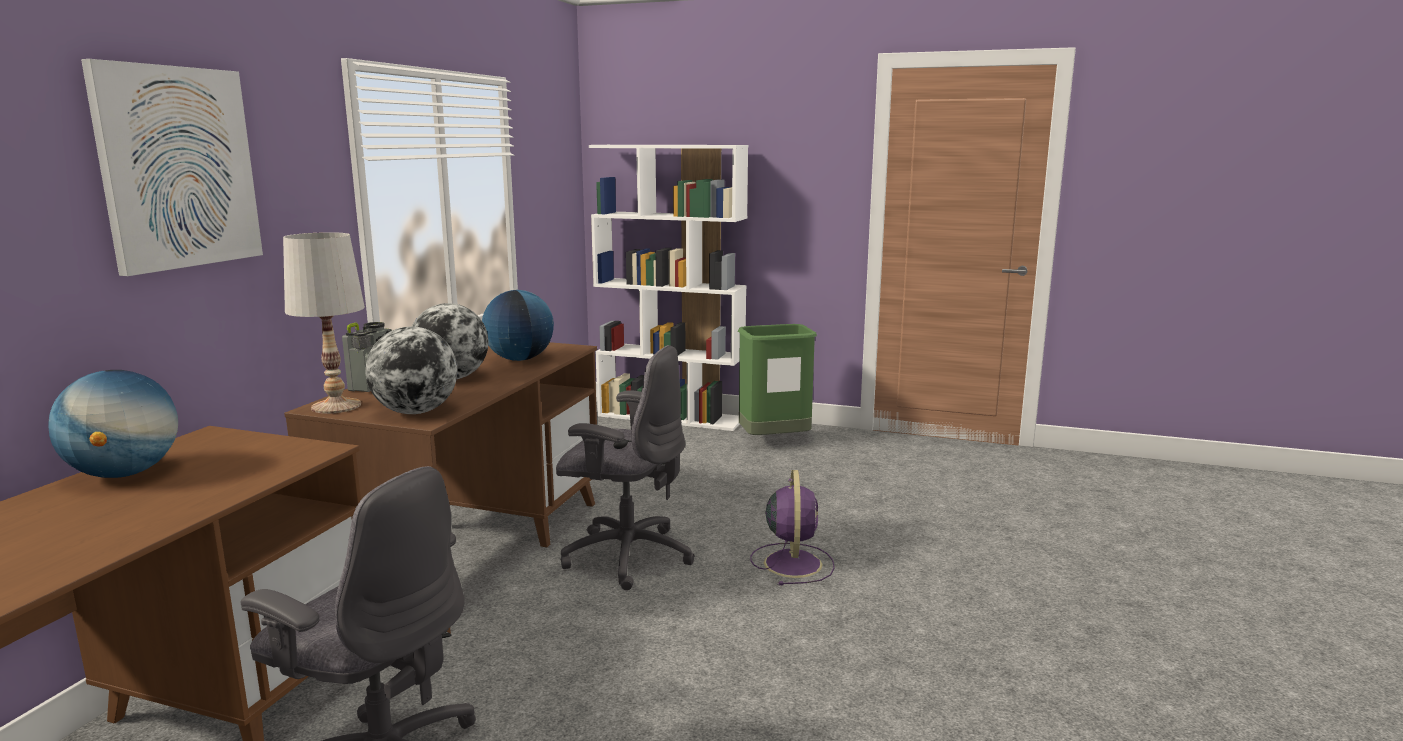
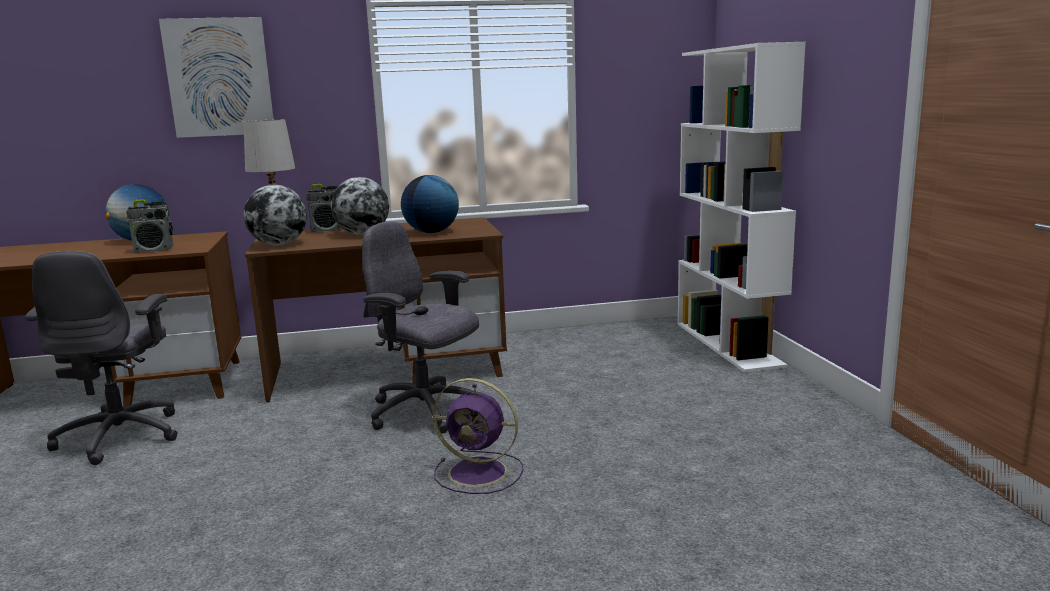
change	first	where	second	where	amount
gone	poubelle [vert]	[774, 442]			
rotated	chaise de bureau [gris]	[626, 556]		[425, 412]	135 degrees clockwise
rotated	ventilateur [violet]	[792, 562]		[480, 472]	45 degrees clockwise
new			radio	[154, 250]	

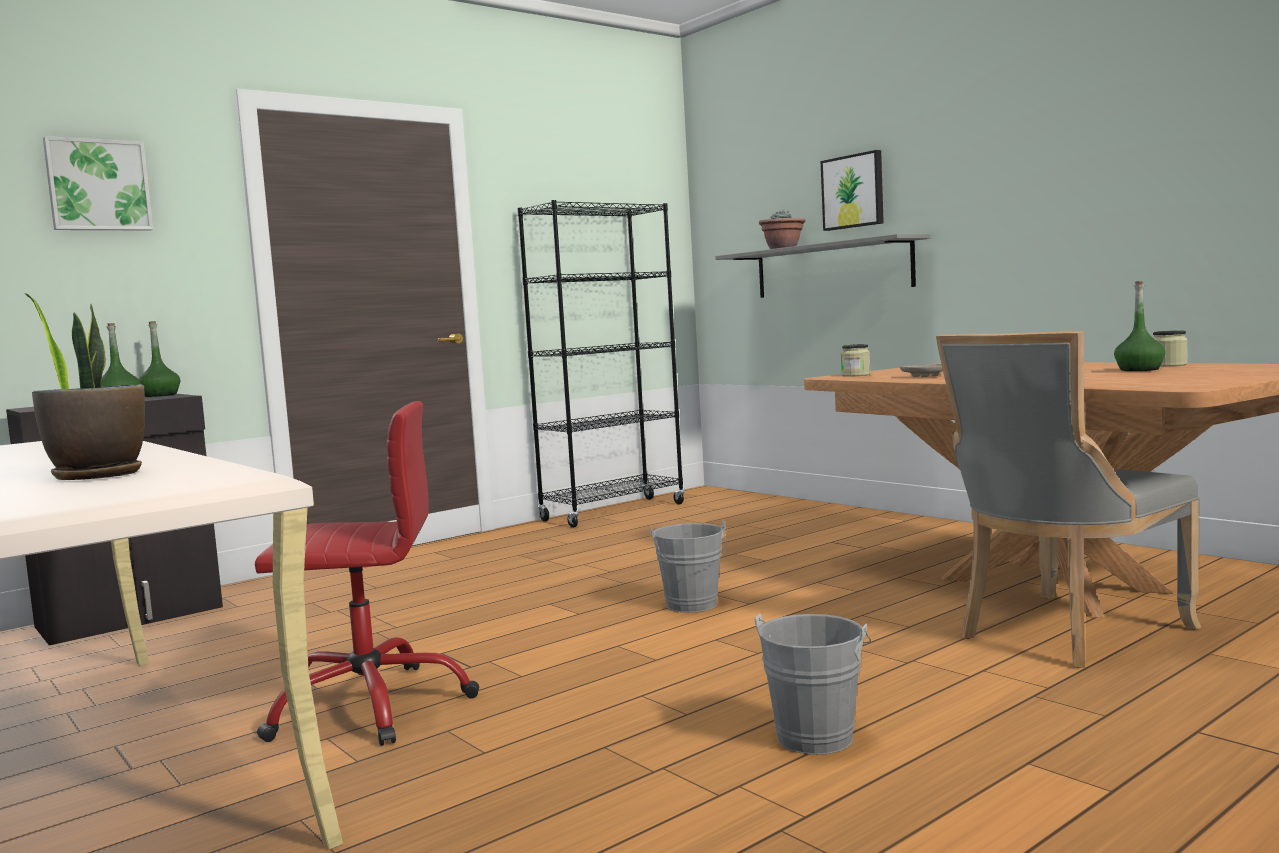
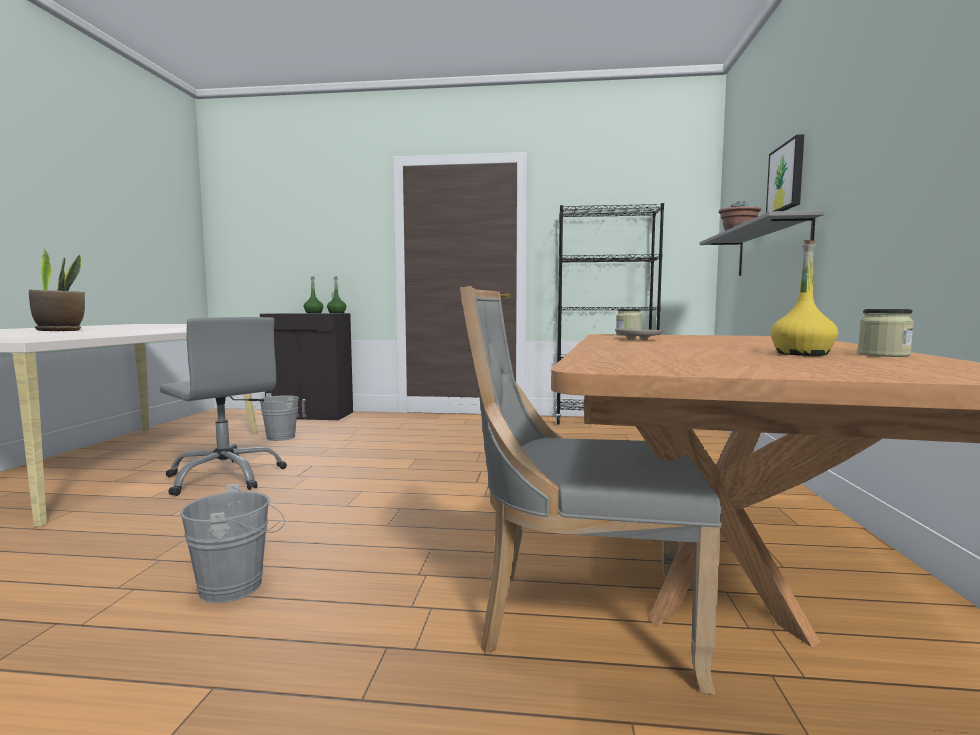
change	first	where	second	where	amount
gone	tableau	[98, 185]			
repainted	bouteille [vert]	[1139, 370]	bouteille [jaune]	[802, 354]	
repainted	chaise de bureau [rouge]	[369, 705]	chaise de bureau [gris]	[225, 477]	
shifted	seau [gris]	[692, 606]		[278, 438]	

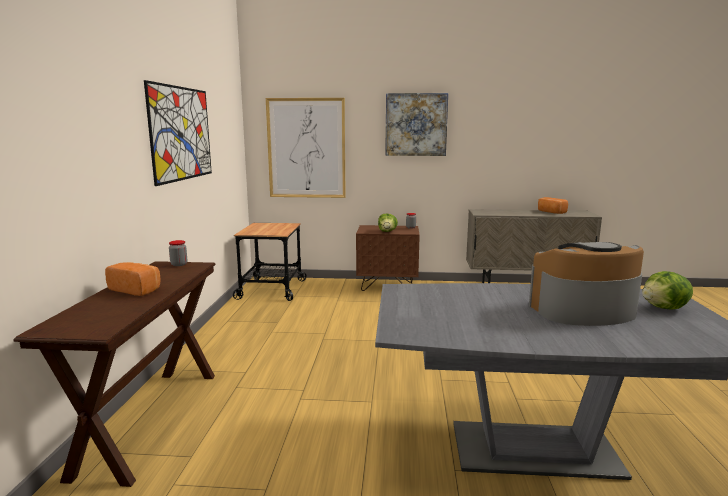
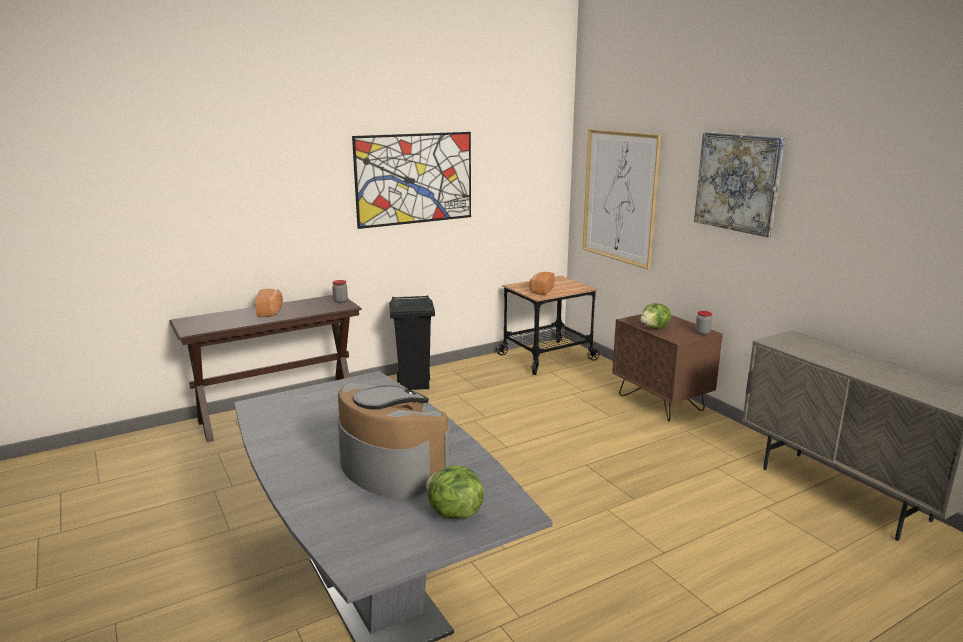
change	first	where	second	where	amount
shifted	pain	[550, 212]		[540, 290]	
new			poubelle [noir]	[414, 384]	

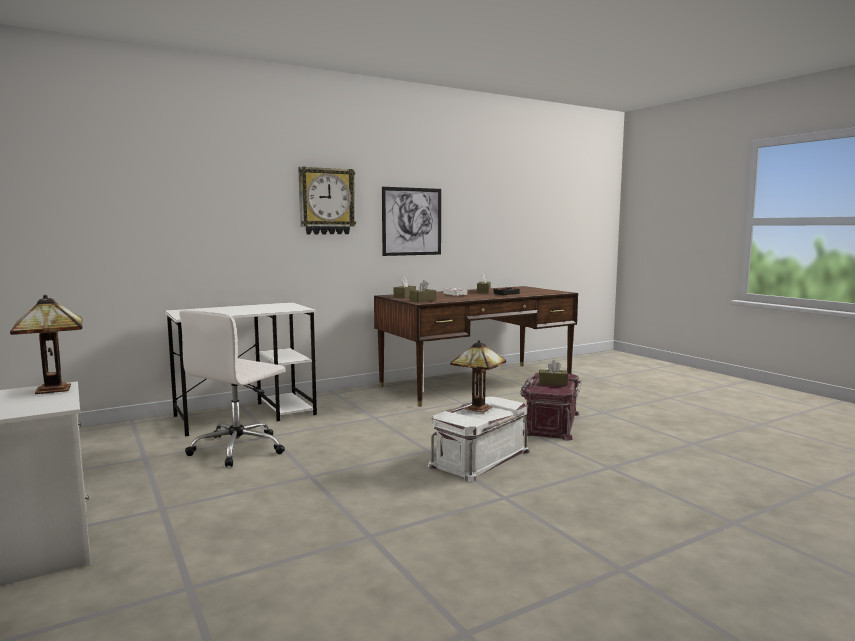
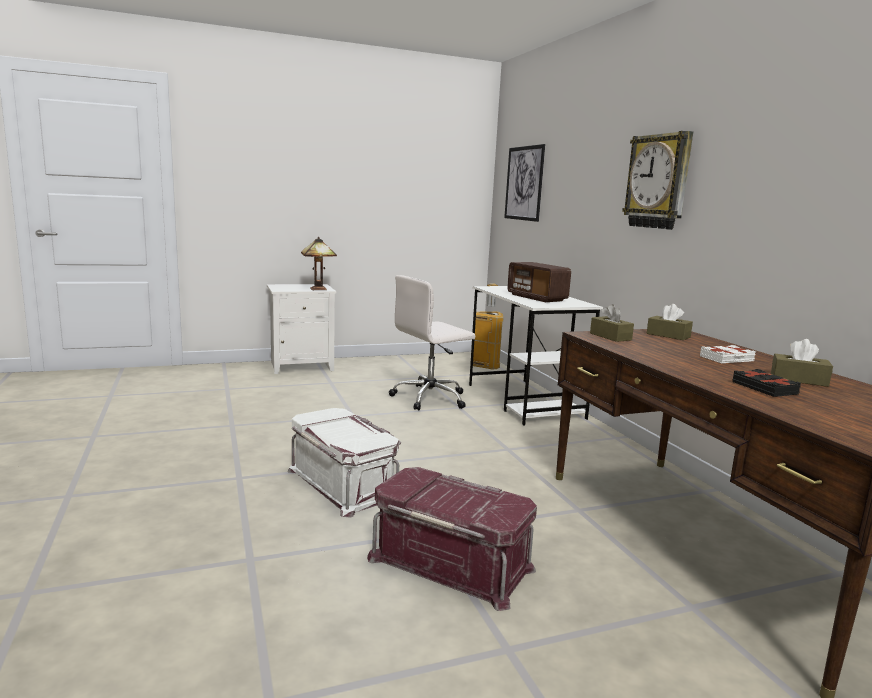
change	first	where	second	where	amount
shifted	tableau	[412, 221]		[524, 183]	
rotated	chaise de bureau [blanc]	[239, 448]		[431, 398]	75 degrees counterclockwise
gone	lampe de table	[476, 408]			
gone	boîte à mouchoirs [marron]	[553, 383]			
new			radio	[537, 297]	
new			poubelle	[485, 366]	

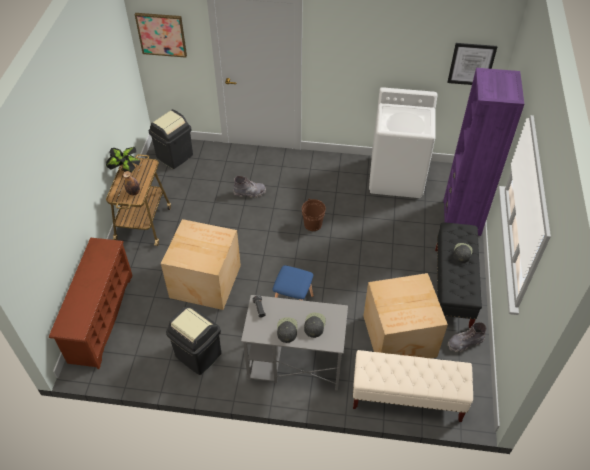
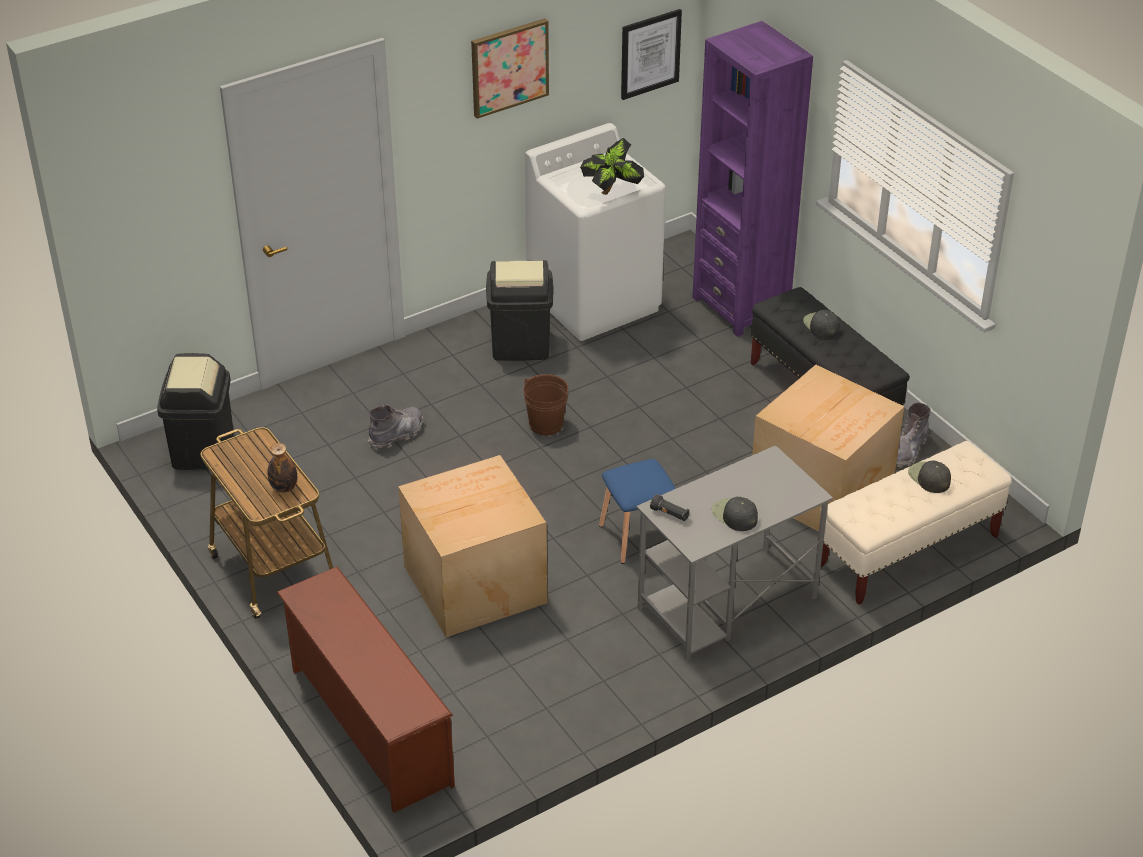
change	first	where	second	where	amount
shifted	tableau	[161, 34]		[509, 67]	
shifted	plante en pot	[126, 171]		[612, 192]	
shifted	poubelle [noir]	[198, 355]		[520, 345]	
shifted	casquette [noir]	[314, 325]		[929, 477]	

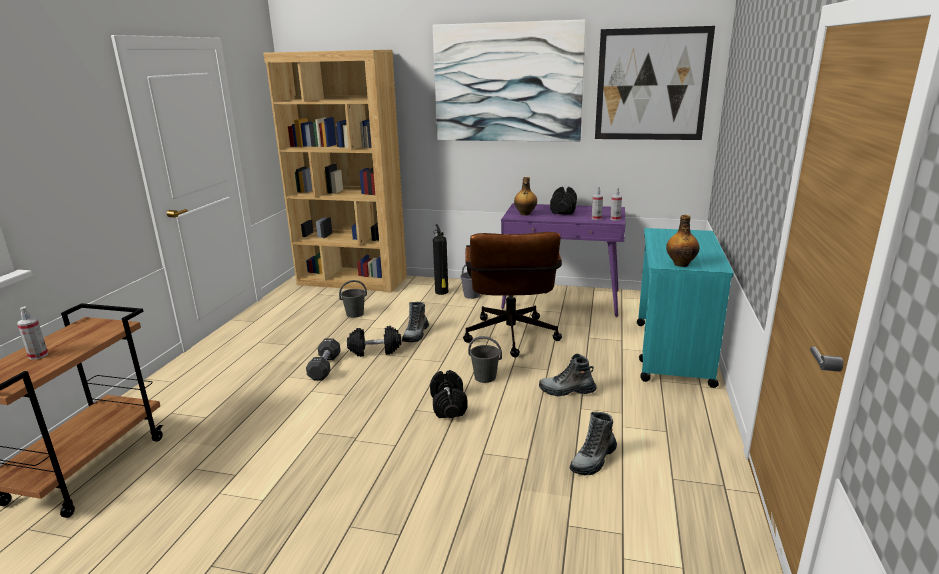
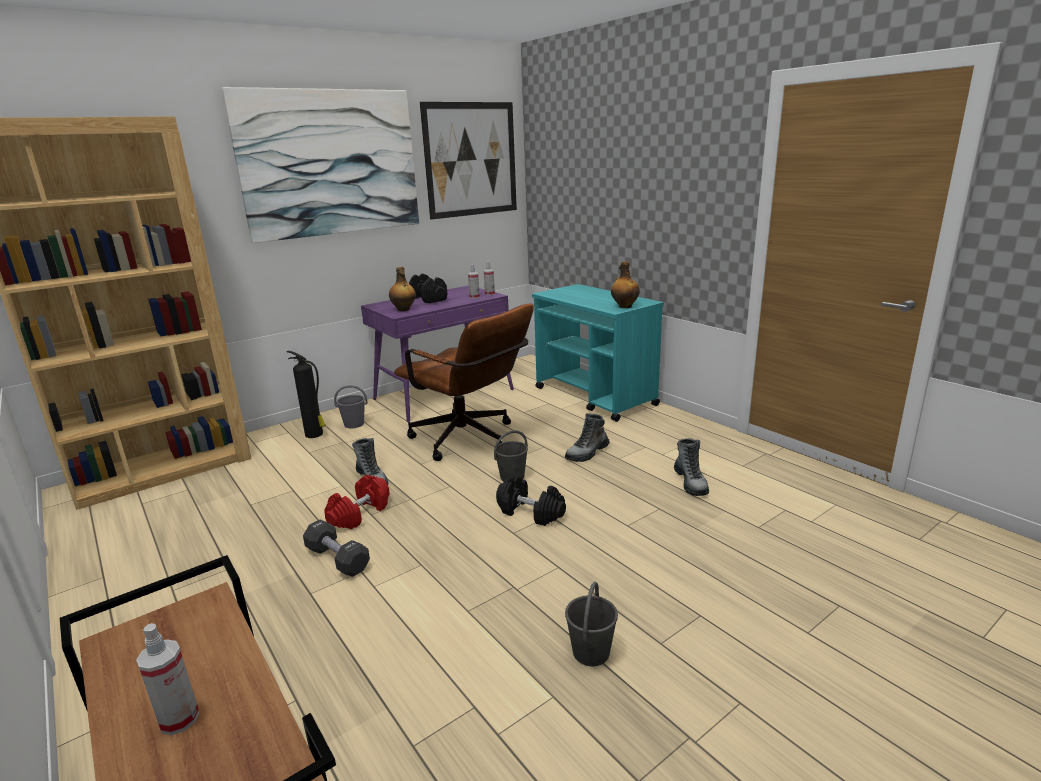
change	first	where	second	where	amount
shifted	seau [gris]	[355, 314]		[591, 652]	
repainted	haltère [noir]	[375, 350]	haltère [rouge]	[359, 514]	

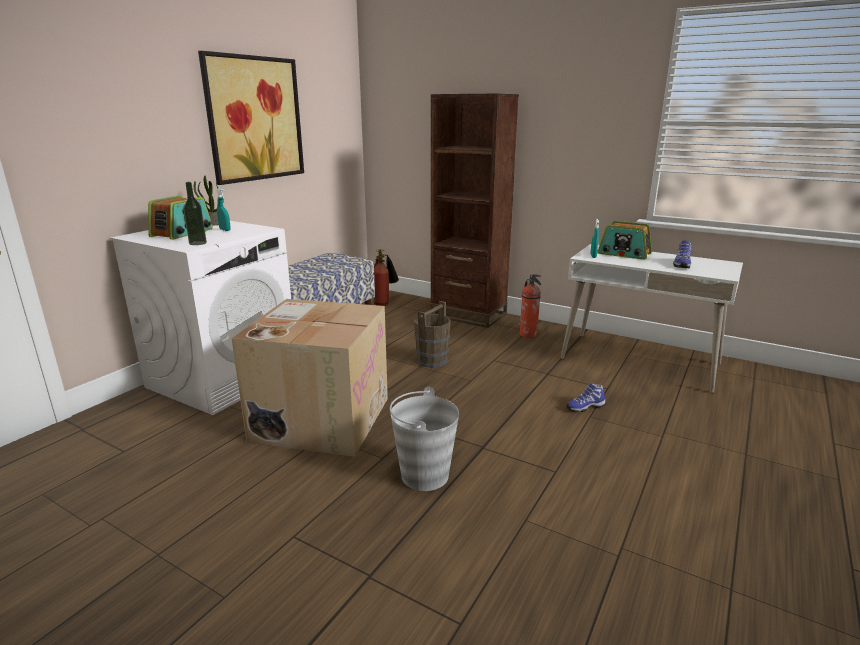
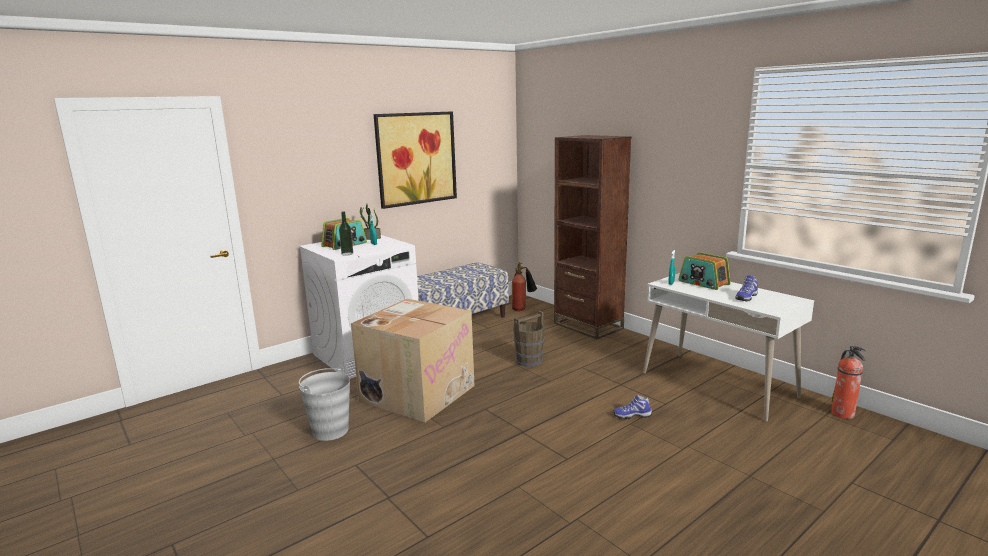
change	first	where	second	where	amount
shifted	extincteur	[528, 334]		[843, 414]	
shifted	seau [gris]	[424, 475]		[330, 431]	

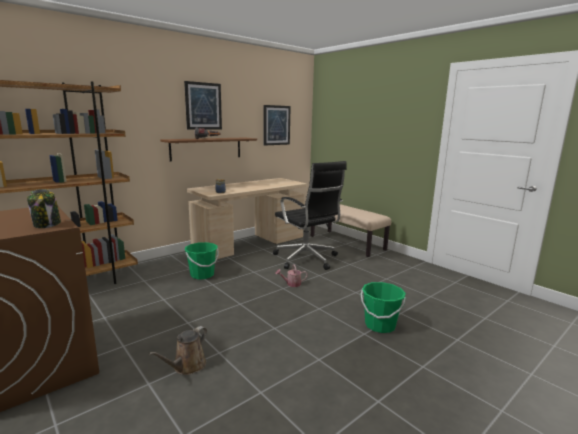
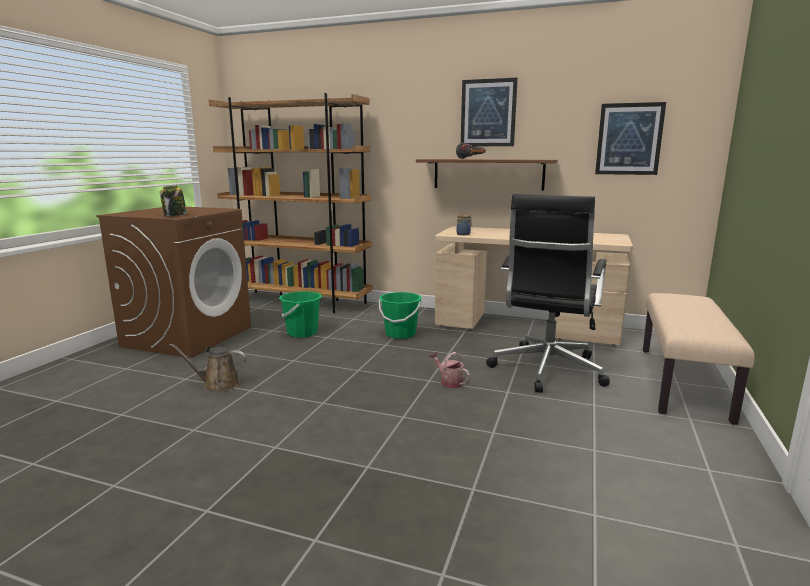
change	first	where	second	where	amount
shifted	seau [vert]	[380, 325]		[302, 333]	

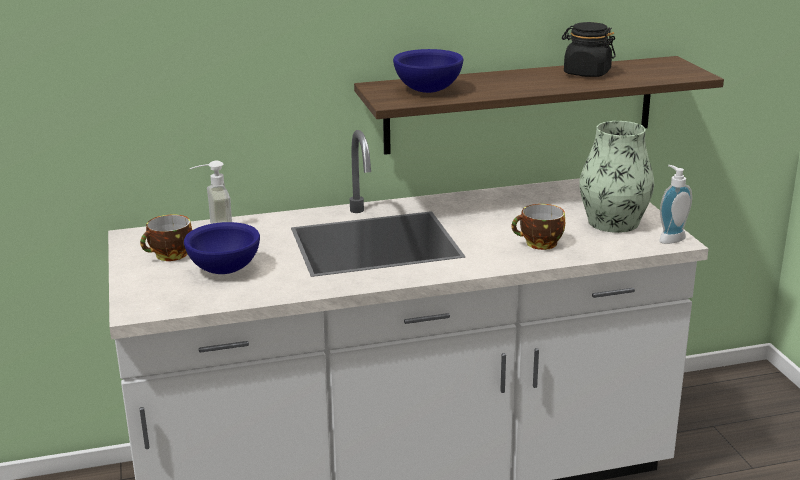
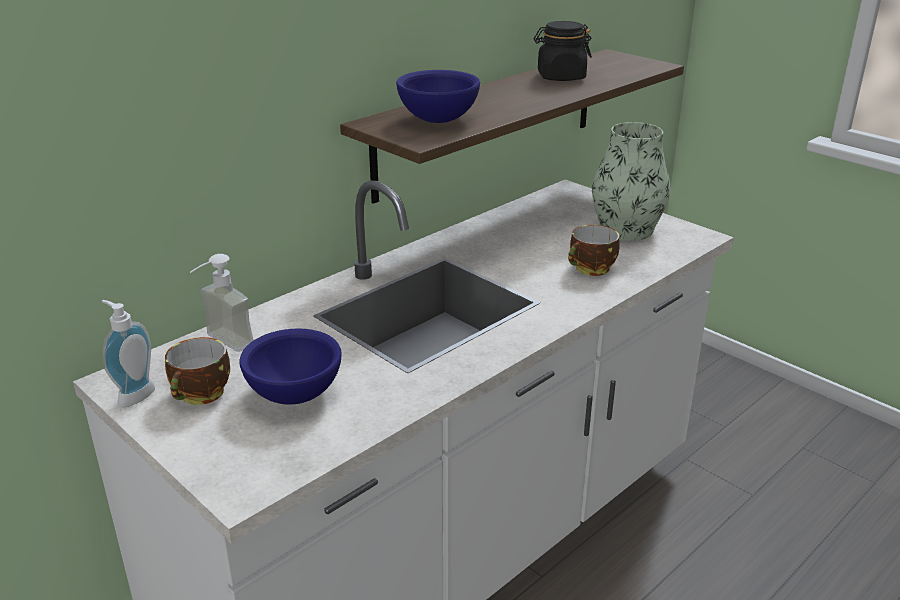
change	first	where	second	where	amount
shifted	distributeur de savon	[669, 238]		[133, 395]	

